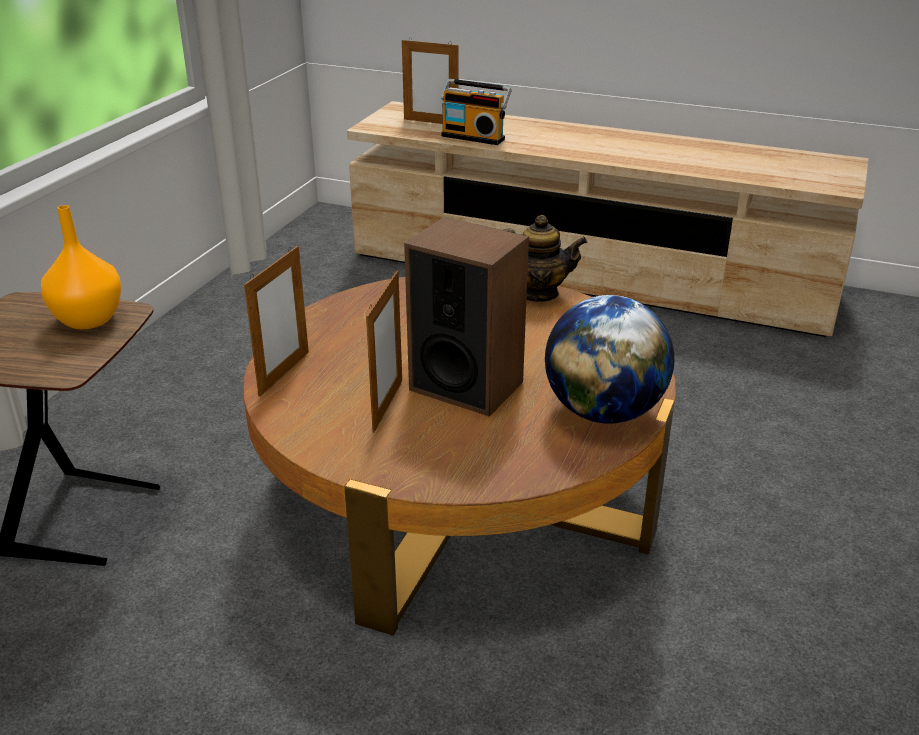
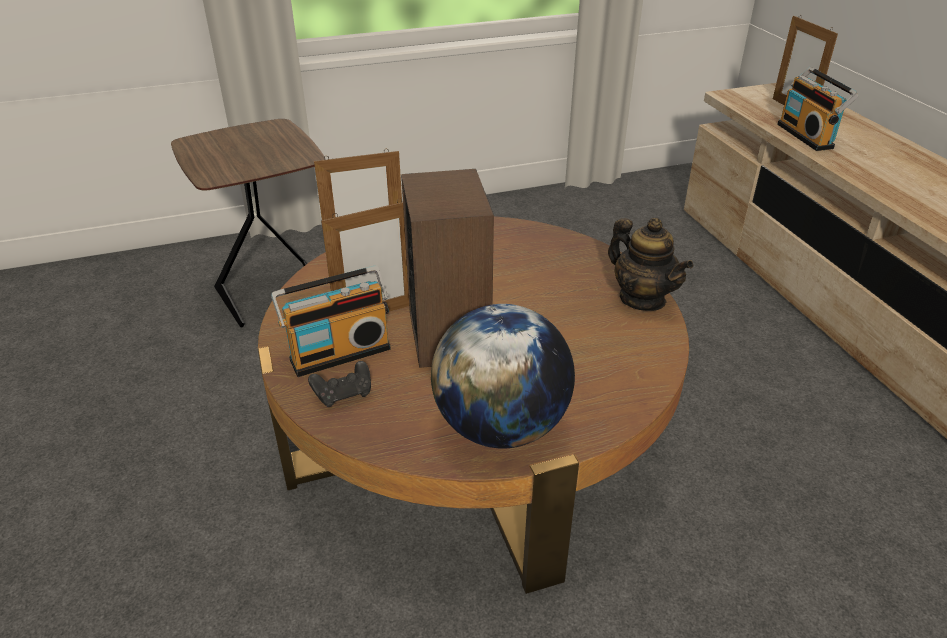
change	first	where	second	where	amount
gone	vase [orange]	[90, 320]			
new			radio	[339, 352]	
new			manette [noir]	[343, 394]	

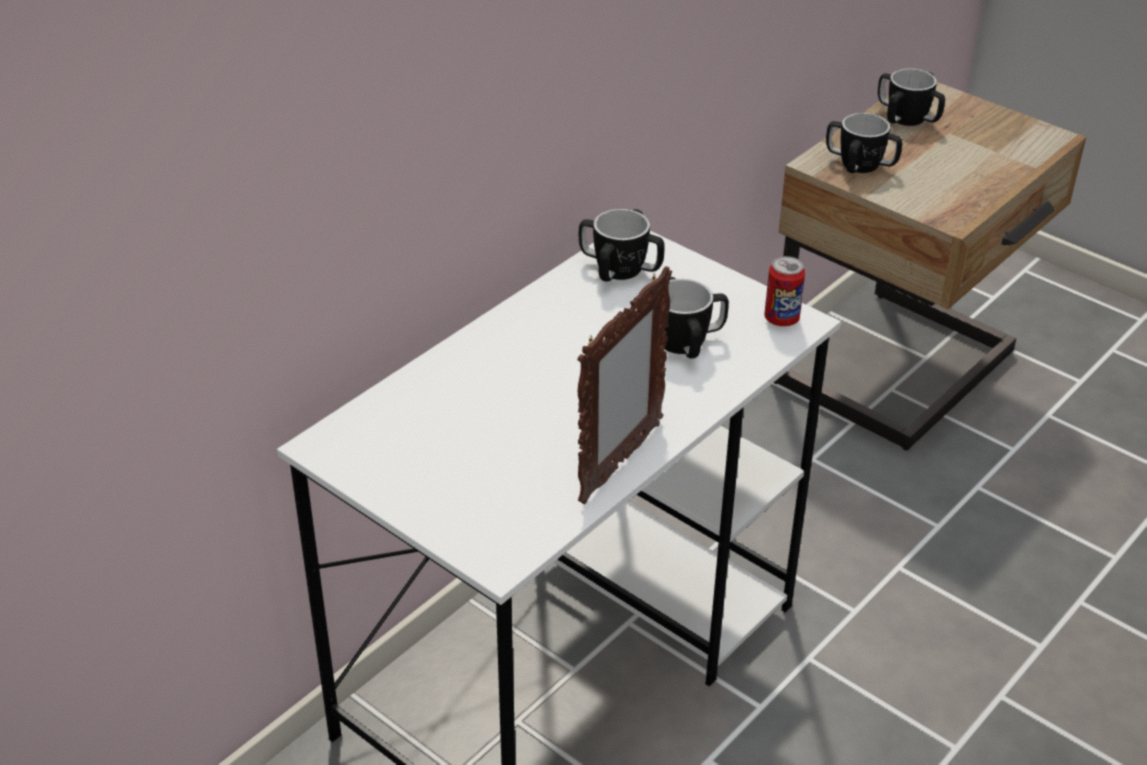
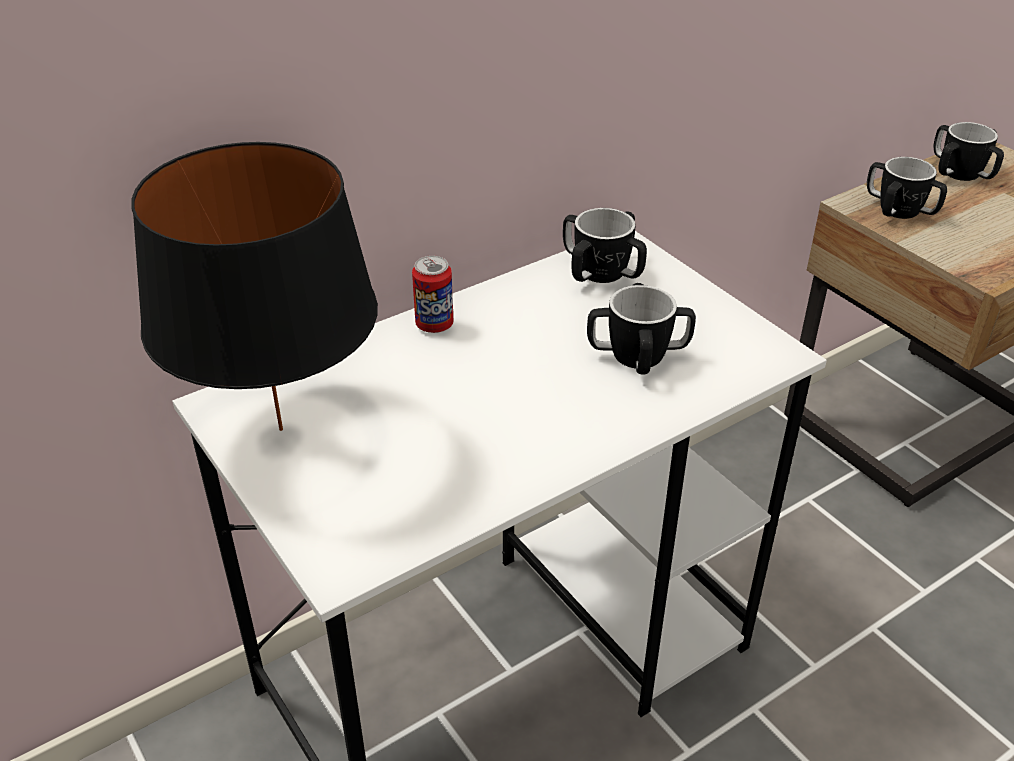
change	first	where	second	where	amount
shifted	boîte métallique	[781, 319]		[434, 325]	
gone	cadre photo	[619, 463]			
new			lampe de table [noir]	[280, 429]	

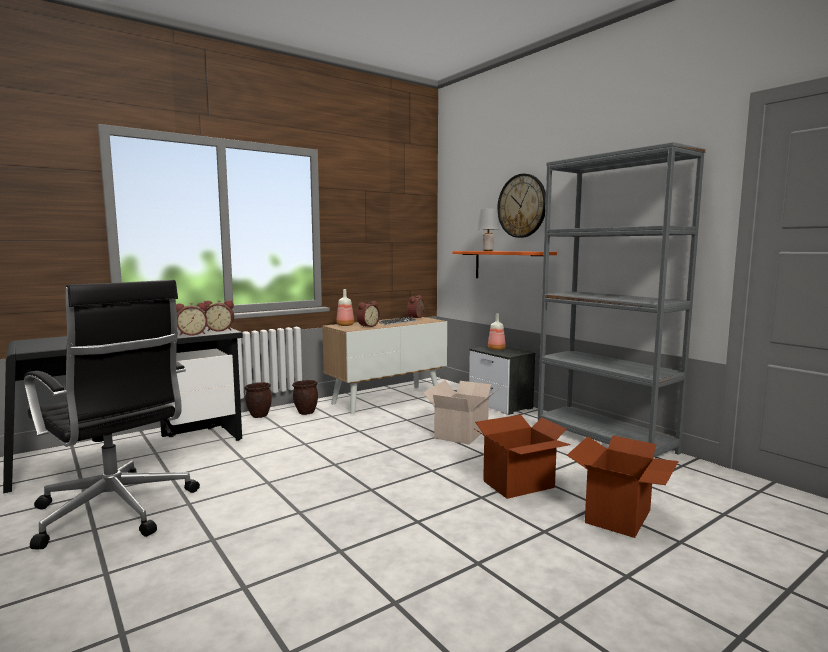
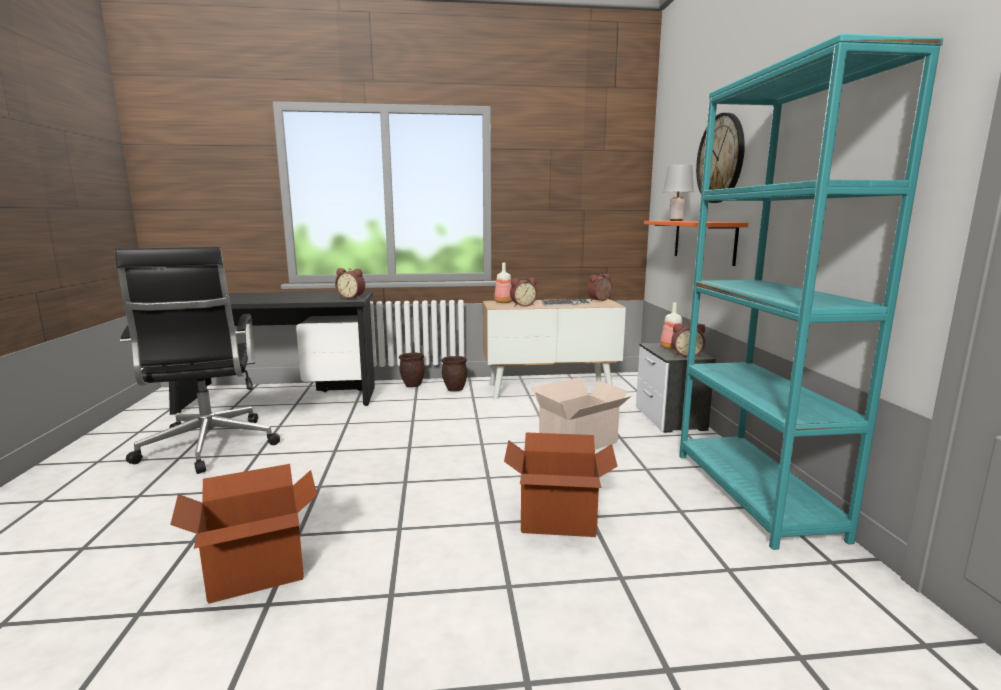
change	first	where	second	where	amount
repainted	bibliothèque [gris]	[604, 440]	bibliothèque [turquoise]	[753, 493]	
shifted	réveil	[192, 334]		[686, 355]	
shifted	carton	[619, 516]		[257, 573]	

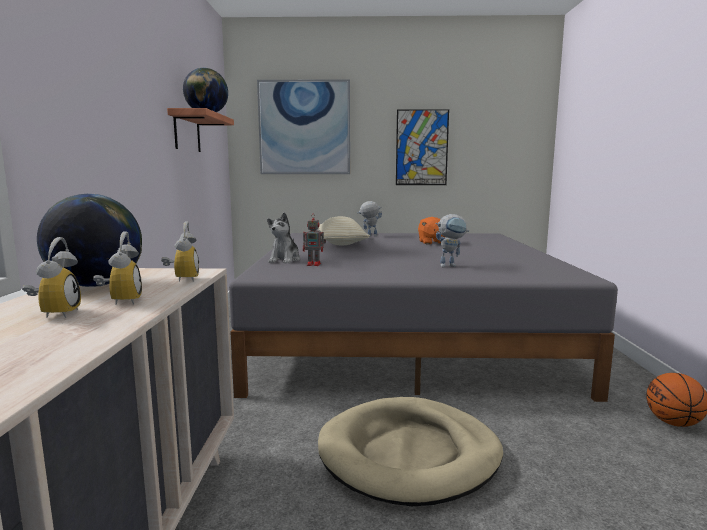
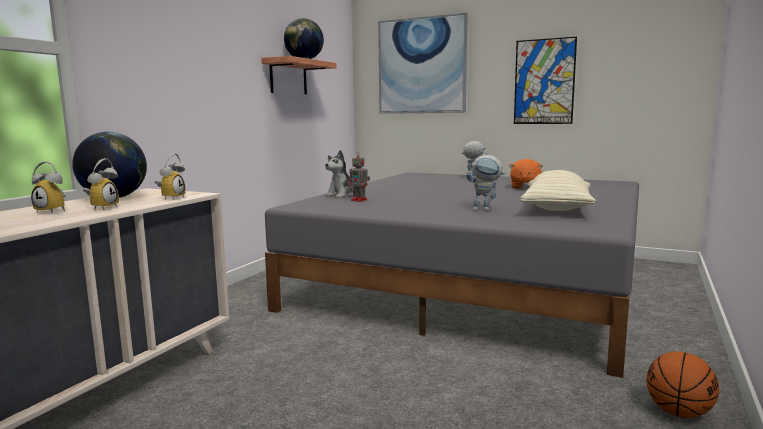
change	first	where	second	where	amount
shifted	coussin [beige]	[341, 244]		[557, 208]	
rotated	réveil	[55, 313]		[55, 211]	90 degrees clockwise
gone	panier pour chien [beige]	[409, 454]			

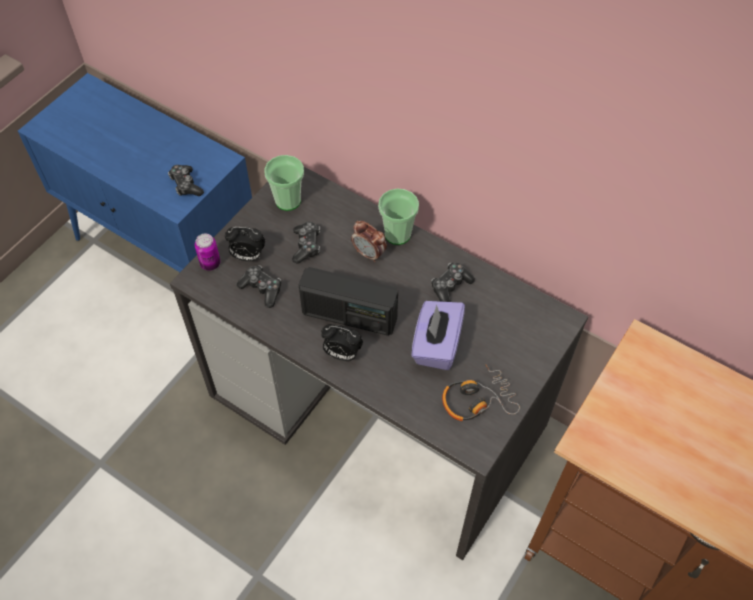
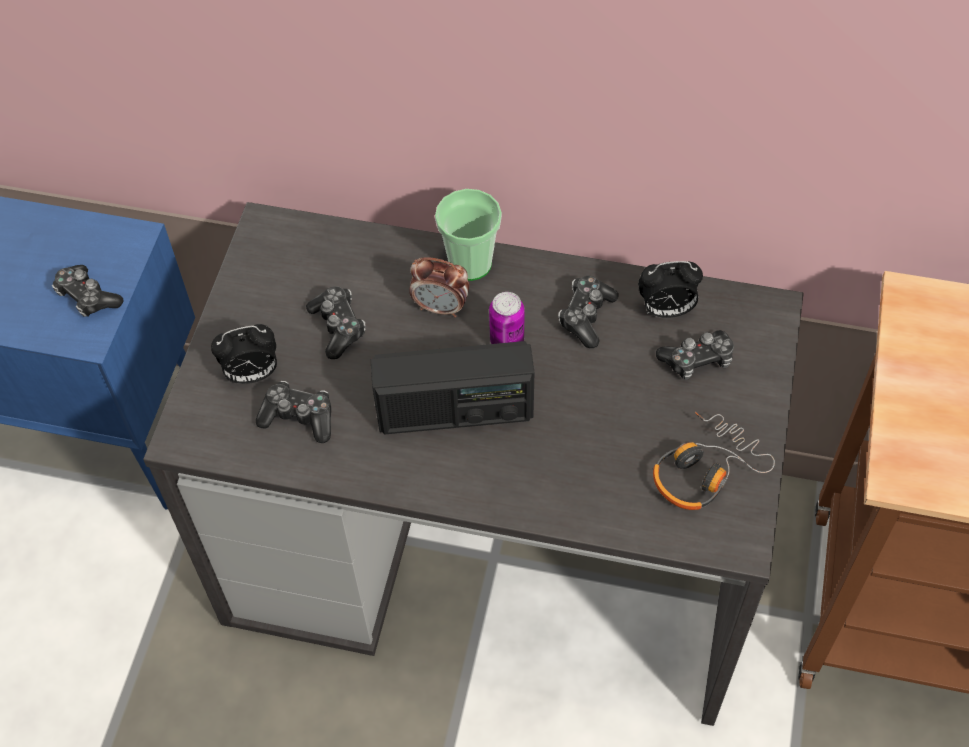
change	first	where	second	where	amount
gone	tasse	[288, 200]			
shifted	boîte métallique	[210, 263]		[507, 341]	
gone	boîte à mouchoirs [violet]	[436, 345]			
shifted	réveil	[342, 354]		[666, 310]	
new			manette	[697, 360]	

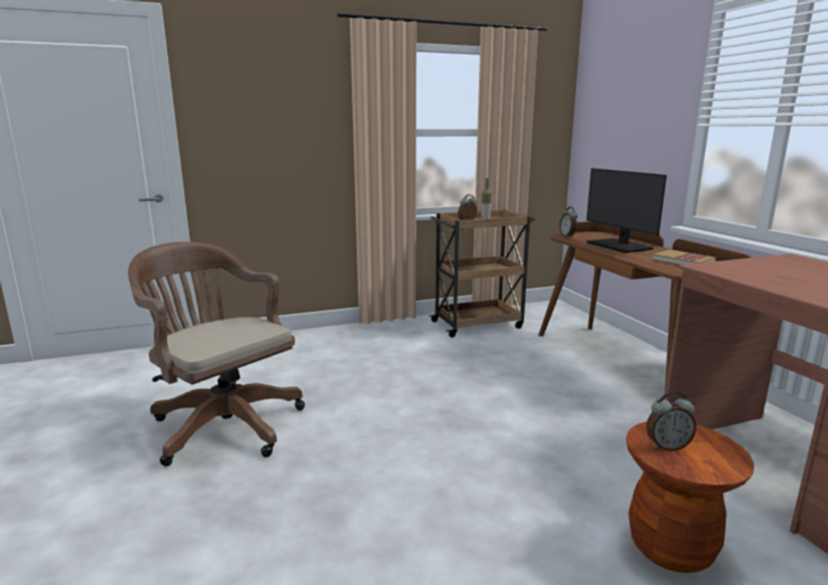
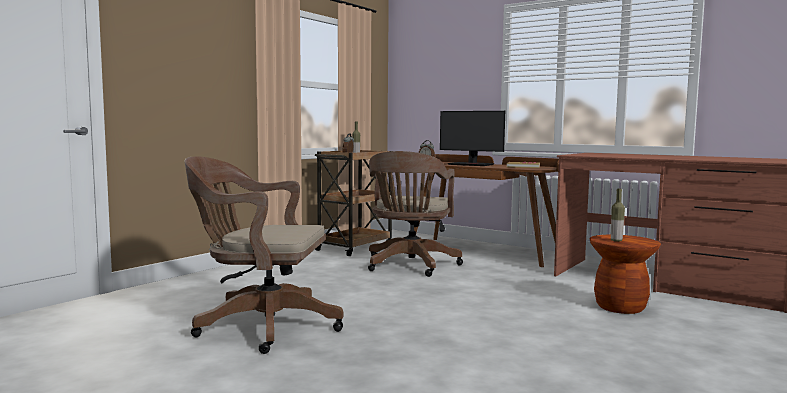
change	first	where	second	where	amount
swapped	réveil	[667, 446]	bouteille	[616, 240]	
new			chaise de bureau [marron]	[410, 266]	

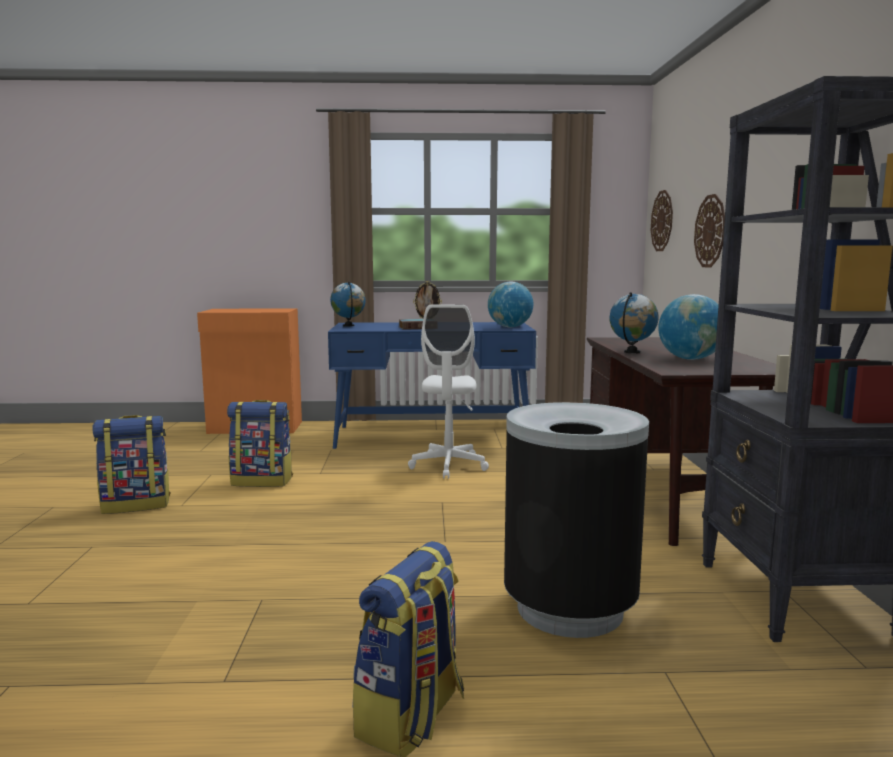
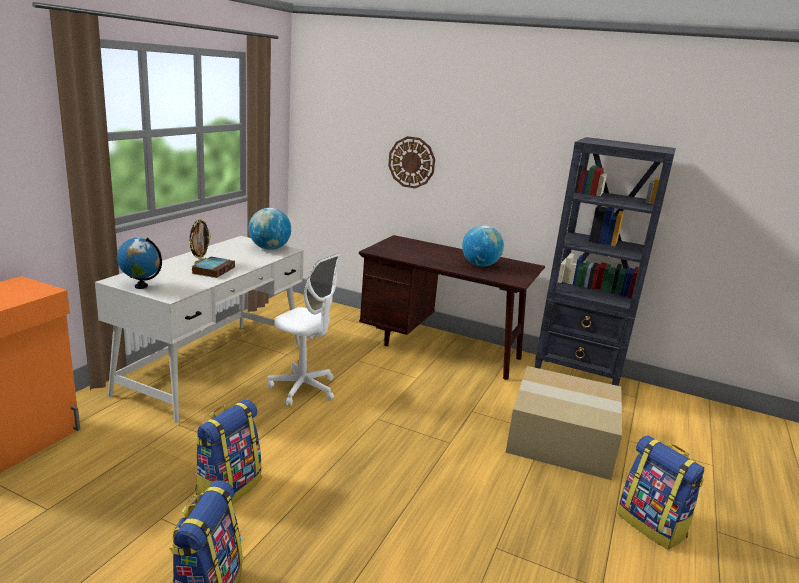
change	first	where	second	where	amount
gone	horloge murale	[662, 221]			
gone	globe	[632, 352]			
repainted	bureau [bleu]	[432, 436]	bureau [blanc]	[214, 367]	
swapped	poubelle [noir]	[570, 609]	carton	[563, 438]	

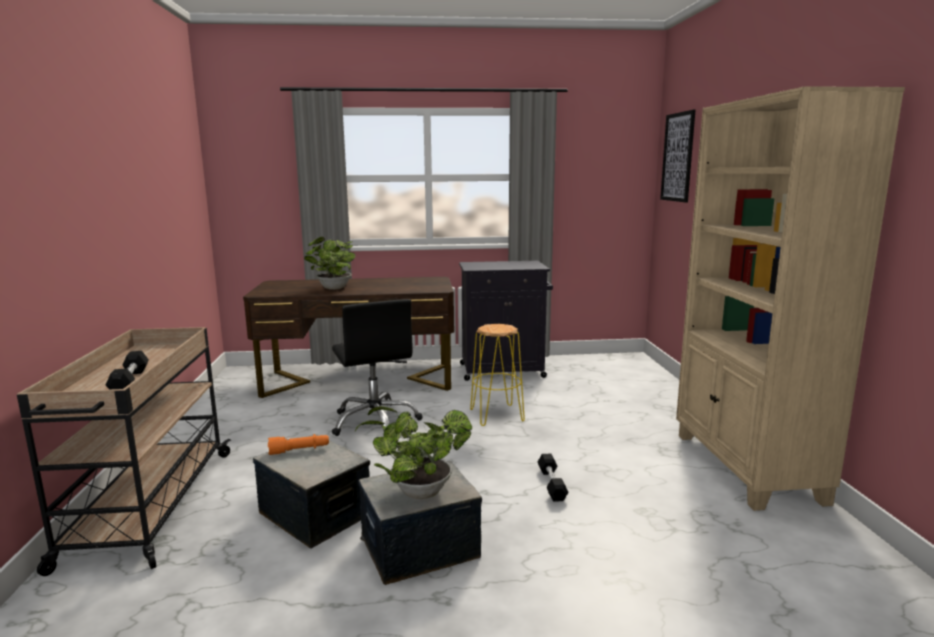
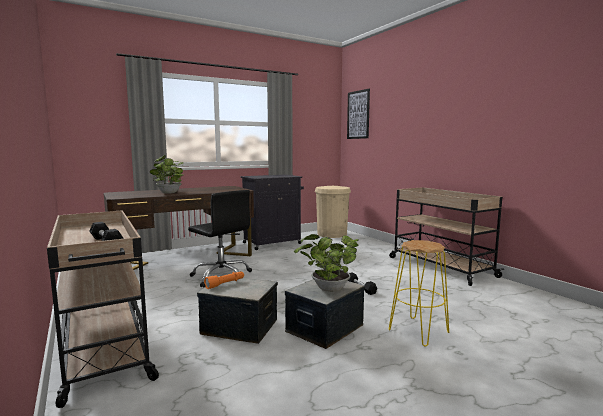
change	first	where	second	where	amount
swapped	bibliothèque [beige]	[746, 467]	chariot [beige]	[439, 266]	
shifted	tabouret [jaune]	[496, 415]		[418, 331]	
new			poubelle [beige]	[332, 234]	

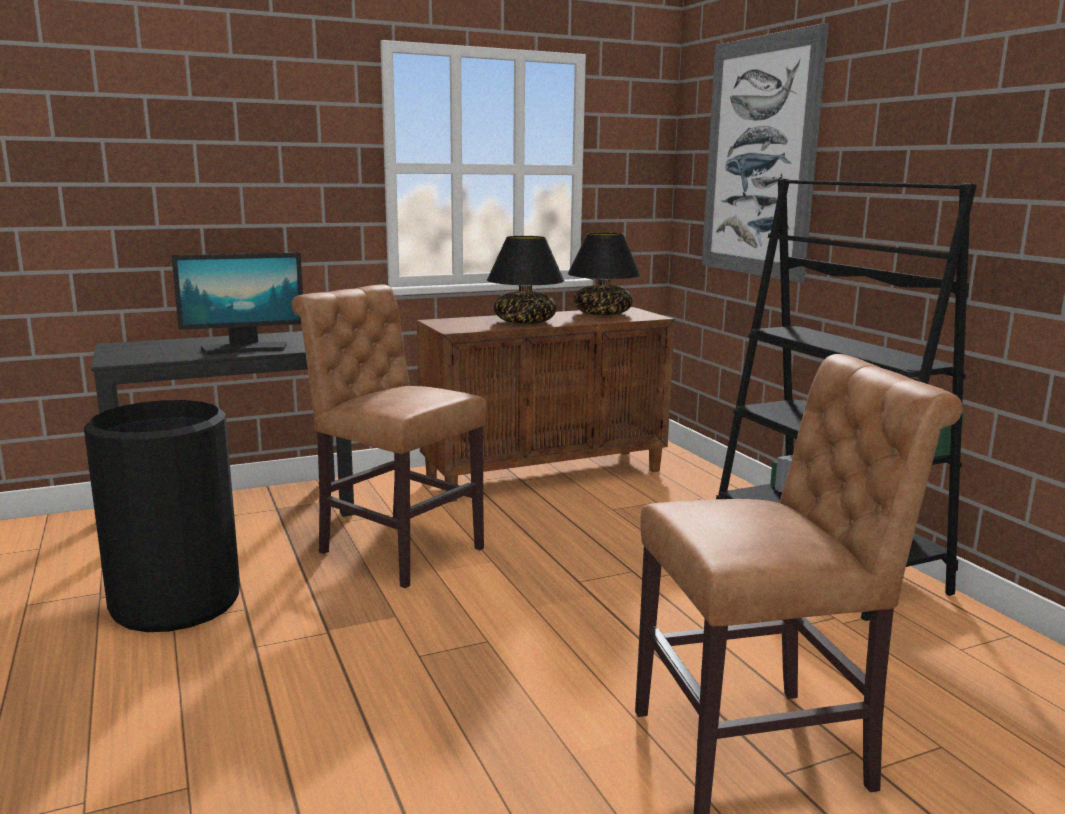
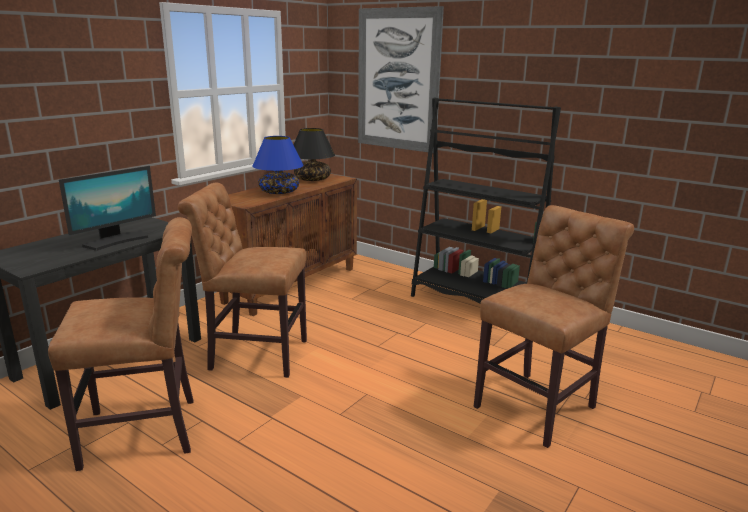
change	first	where	second	where	amount
repainted	lampe de table [noir]	[525, 322]	lampe de table [bleu]	[279, 192]	
swapped	poubelle [noir]	[176, 603]	chaise [marron]	[148, 432]	

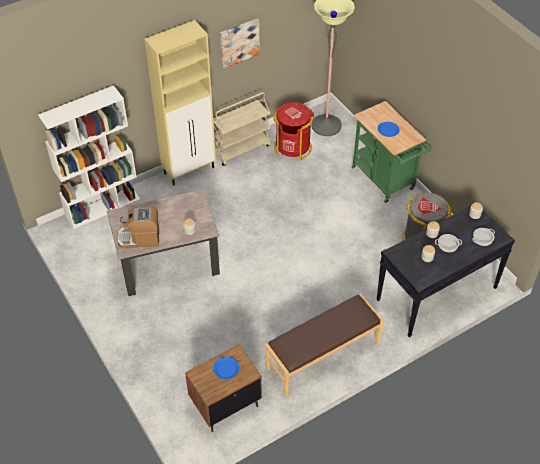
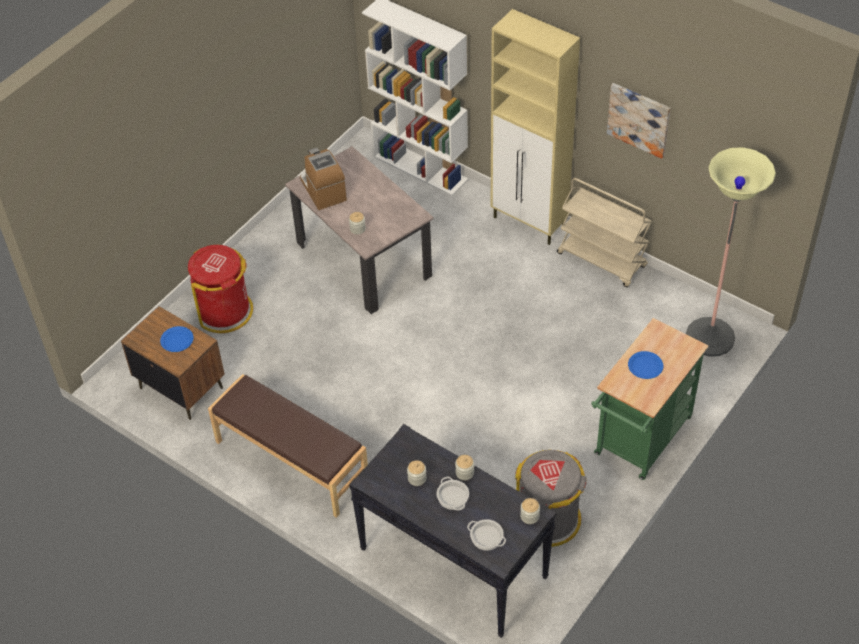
change	first	where	second	where	amount
shifted	poubelle [rouge]	[293, 147]		[225, 311]	

